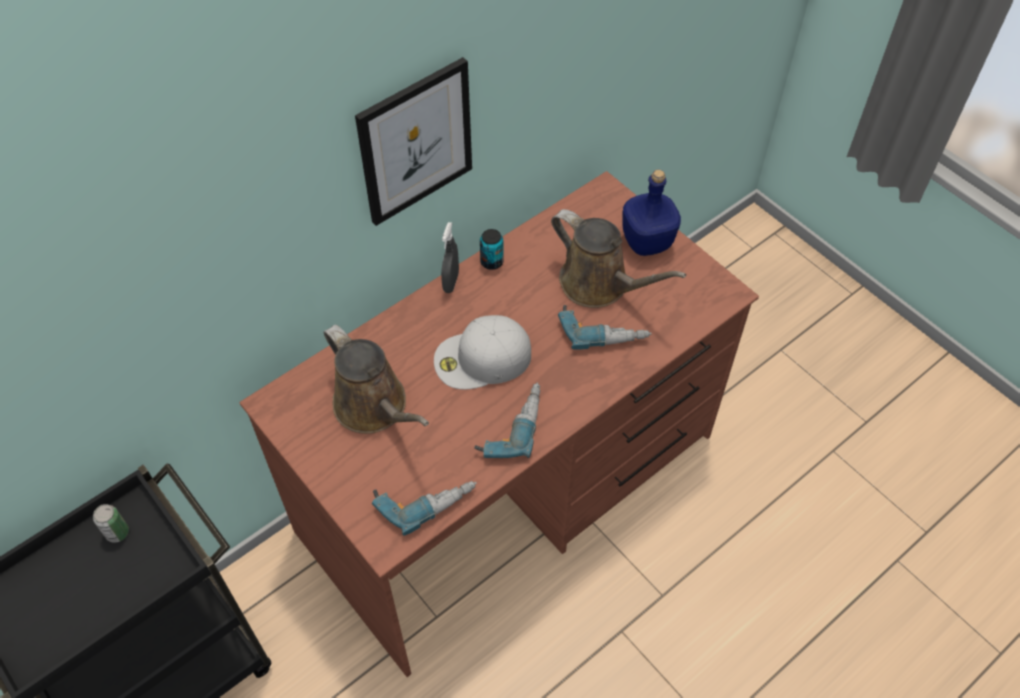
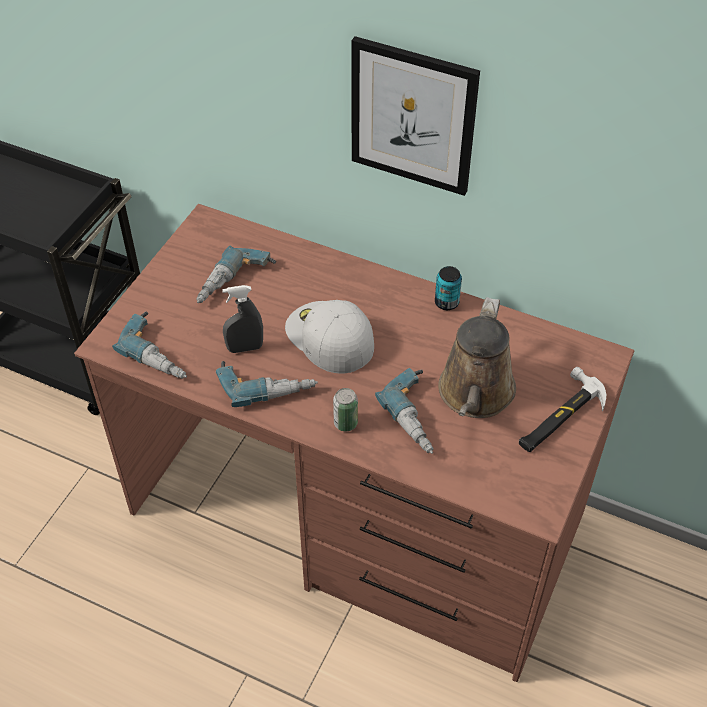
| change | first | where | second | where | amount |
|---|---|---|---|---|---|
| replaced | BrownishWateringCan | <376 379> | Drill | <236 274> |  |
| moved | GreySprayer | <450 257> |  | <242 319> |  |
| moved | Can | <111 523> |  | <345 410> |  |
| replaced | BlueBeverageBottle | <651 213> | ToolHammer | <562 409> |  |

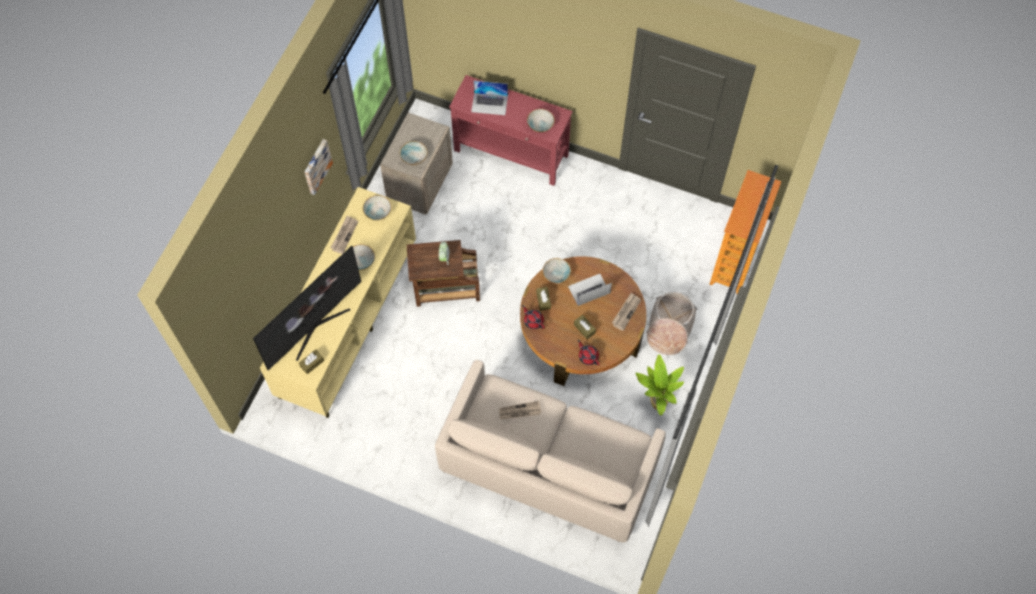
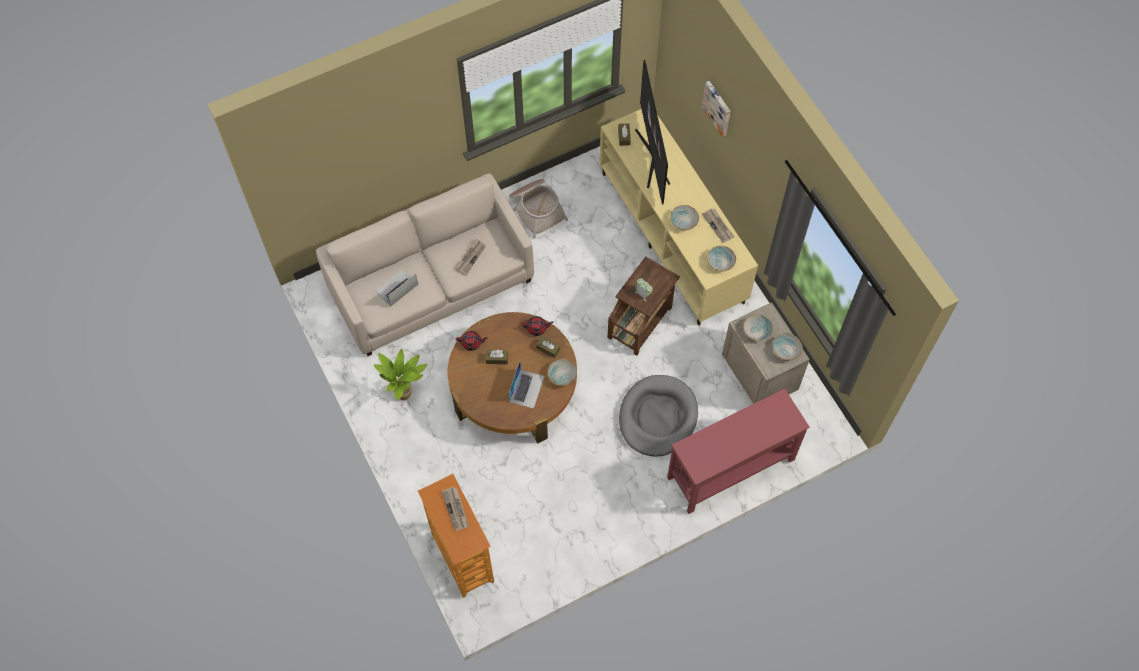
| change | first | where | second | where | amount |
|---|---|---|---|---|---|
| moved | Laptop | <489 97> |  | <396 287> |  |
| moved | DailyPaper | <626 312> |  | <455 509> |  |
| moved | HouseholdBasket | <671 323> |  | <538 209> |  |
| added |  |  | GreyDogBed | <658 416> |  |
| moved | WallArt | <319 167> |  | <716 109> |  |
| moved | ServingBowl | <541 120> |  | <787 346> |  |

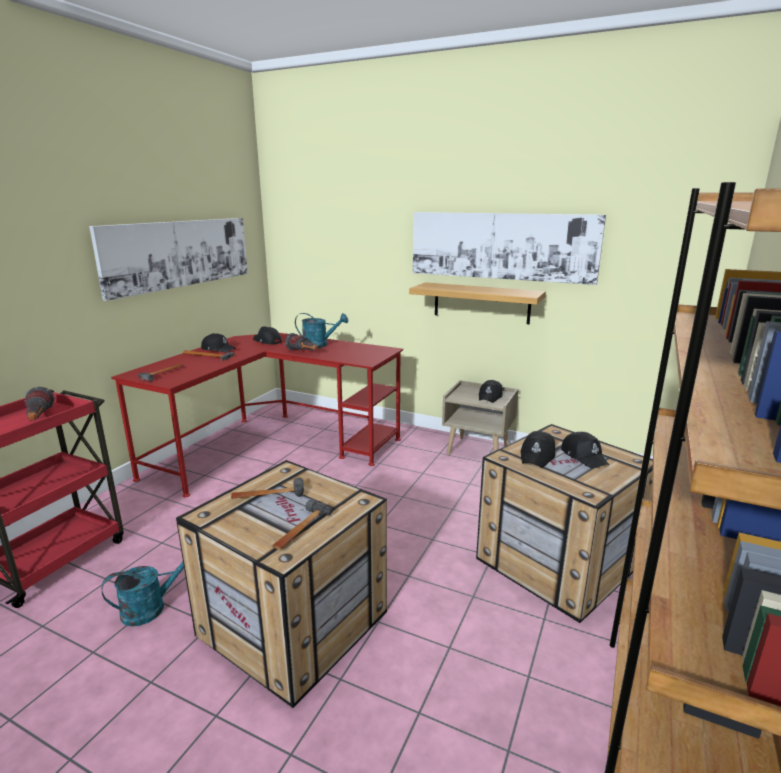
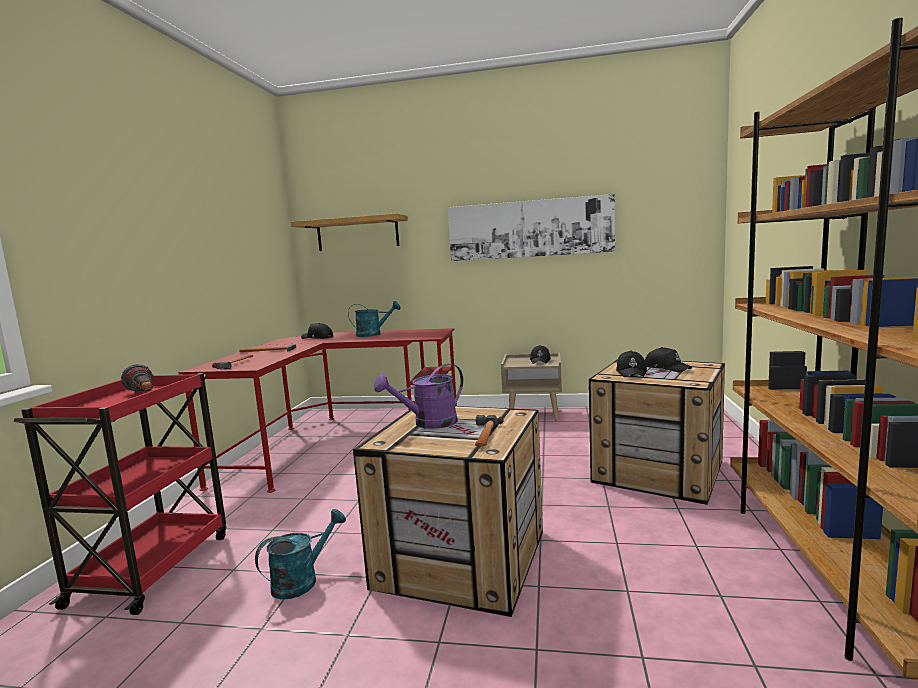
| change | first | where | second | where | amount |
|---|---|---|---|---|---|
| moved | WallShelf | <477 303> |  | <349 232> |  |
| replaced | ToolHammer | <267 488> | PurpleColouredWateringCan | <418 396> |  |
| removed | WallArt | <168 259> |  |  |  |
| removed | BlackColouredBaseballCap | <218 343> |  |  |  |
| removed | Torch | <301 341> |  |  |  |

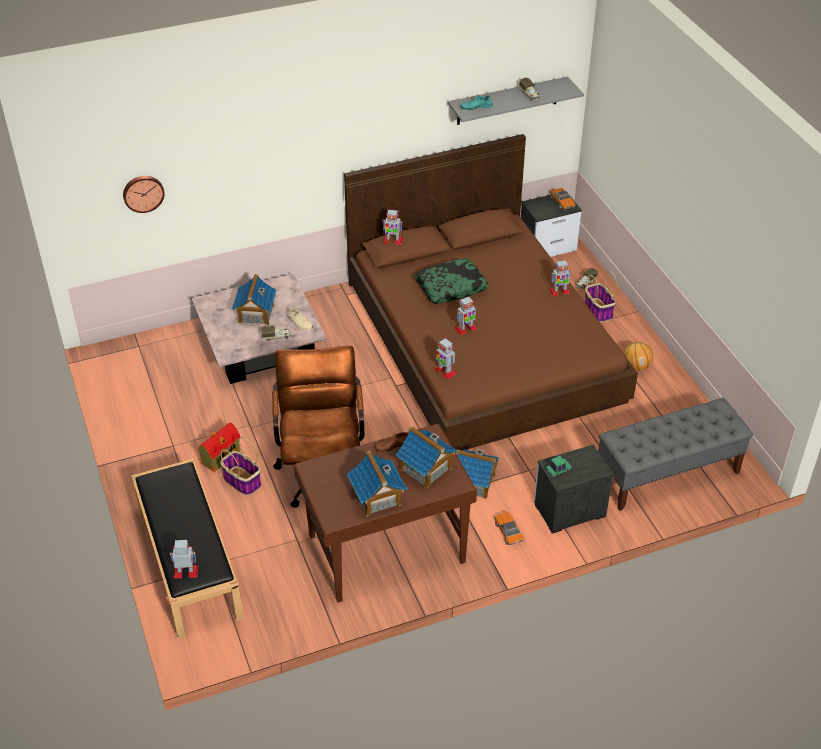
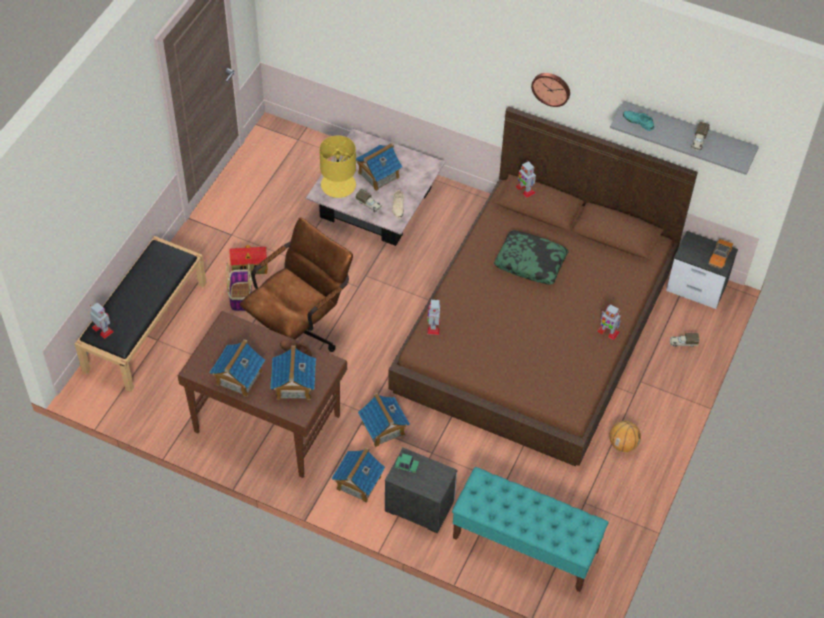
| change | first | where | second | where | amount |
|---|---|---|---|---|---|
| added |  |  | YellowTabletopLamp | <337 166> |  |
| replaced | MiniatureCar | <509 528> | MiniatureHouse | <358 475> |  |
| recoloured | GreyIndoorBench | <675 454> | TurquoiseColouredIndoorBench | <530 529> |  |
| moved | WallClock | <144 194> |  | <550 90> |  |
| removed | ToyRobot | <466 315> |  |  |  |
| removed | HouseholdBasket | <601 296> |  |  |  |

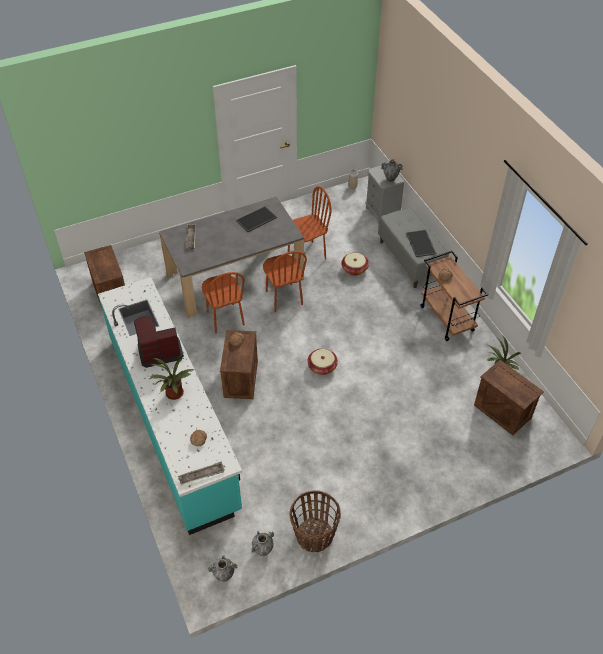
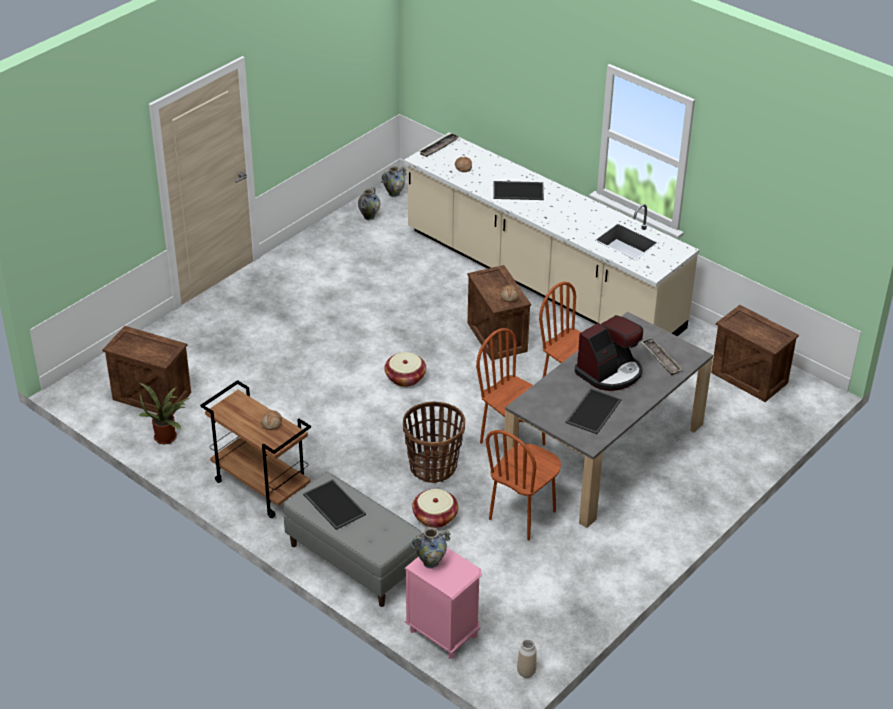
| change | first | where | second | where | amount |
|---|---|---|---|---|---|
| moved | HouseholdBasket | <315 521> |  | <434 442> |  |
| recoloured | TurquoiseColouredCounter | <170 406> | BeigeCounter | <551 234> |  |
| recoloured | GreyBedsideTable | <385 195> | PinkColouredBedsideTable | <443 603> |  |
| replaced | Houseplant | <172 379> | Tray | <518 190> |  |
| moved | CoffeeMaker | <159 342> |  | <609 353> |  |

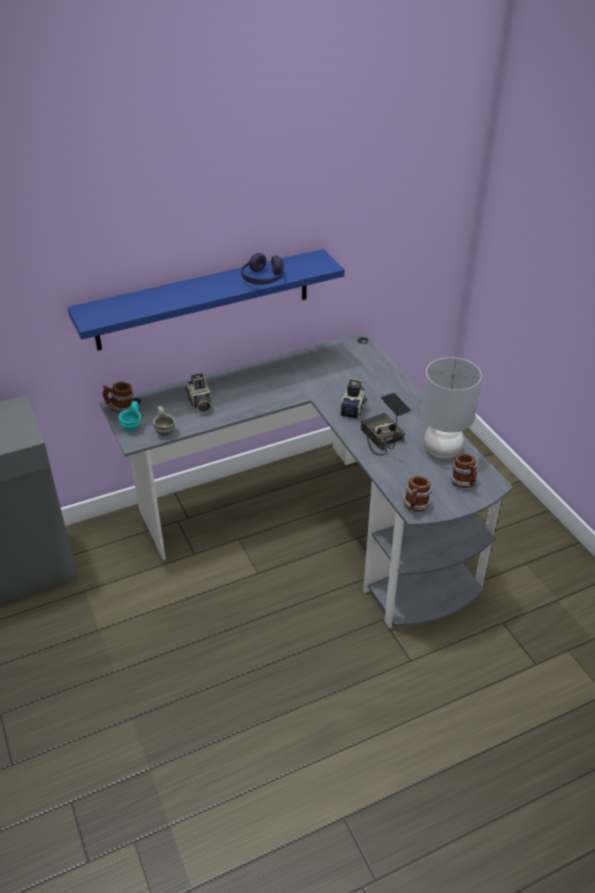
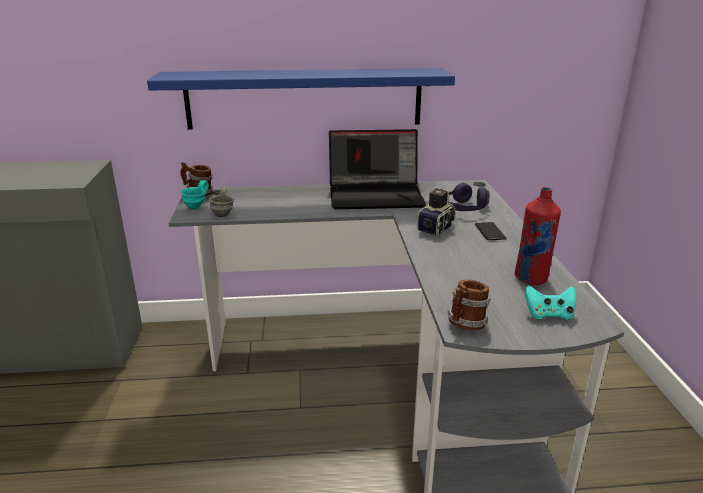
| change | first | where | second | where | amount |
|---|---|---|---|---|---|
| added |  |  | Laptop | <377 169> |  |
| moved | PurpleColouredHeadphones | <262 269> |  | <468 197> |  |
| replaced | GreyTabletopLamp | <451 408> | ReddishBeverageBottle | <537 236> |  |
| replaced | Mug | <464 470> | TurquoiseColouredGamepad | <550 303> |  |
| removed | StillCamera | <198 393> |  |  |  |
| removed | RadioSet | <383 428> |  |  |  |

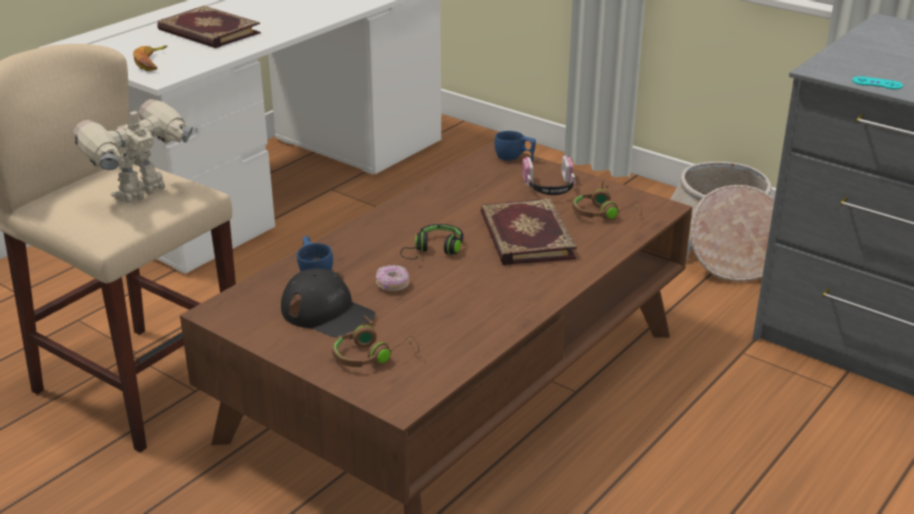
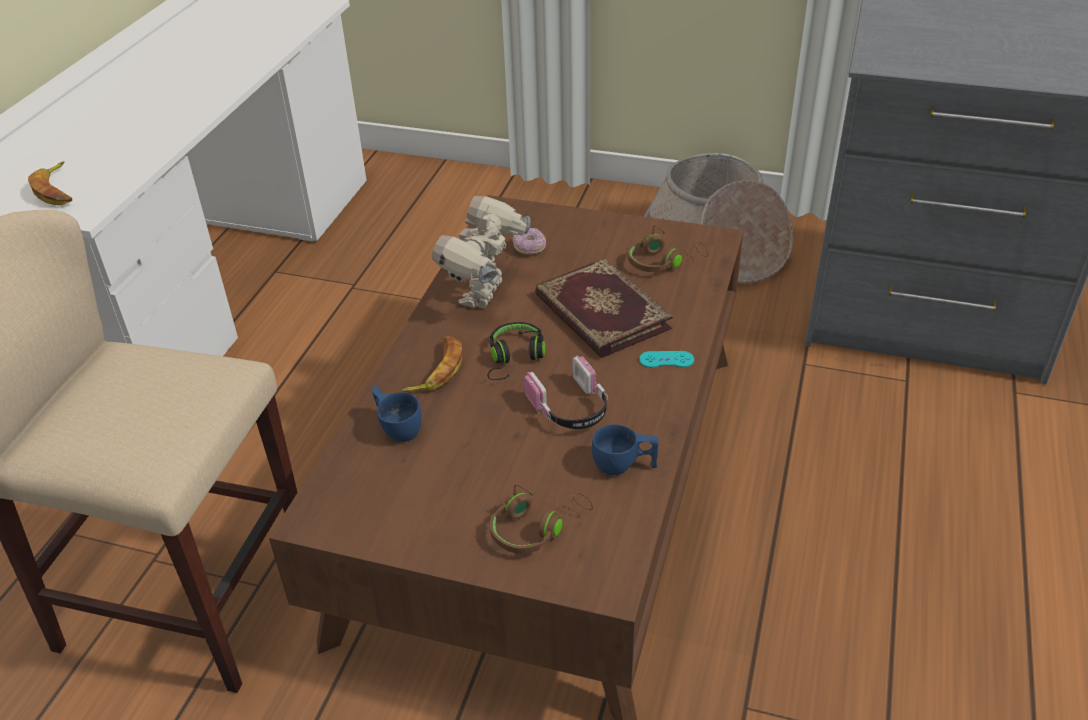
| change | first | where | second | where | amount |
|---|---|---|---|---|---|
| added |  |  | Banana | <432 364> |  |
| moved | ToyRobot | <133 151> |  | <481 252> |  |
| moved | Donut | <393 278> |  | <529 241> |  |
| moved | Headphones | <549 175> |  | <565 392> |  |
| moved | BlueCup | <515 146> |  | <625 449> |  |
| moved | TurquoiseColouredGamepad | <877 83> |  | <666 359> |  |
| removed | Volume | <209 27> |  |  |  |
| removed | BlackColouredBaseballCap | <328 302> |  |  |  |

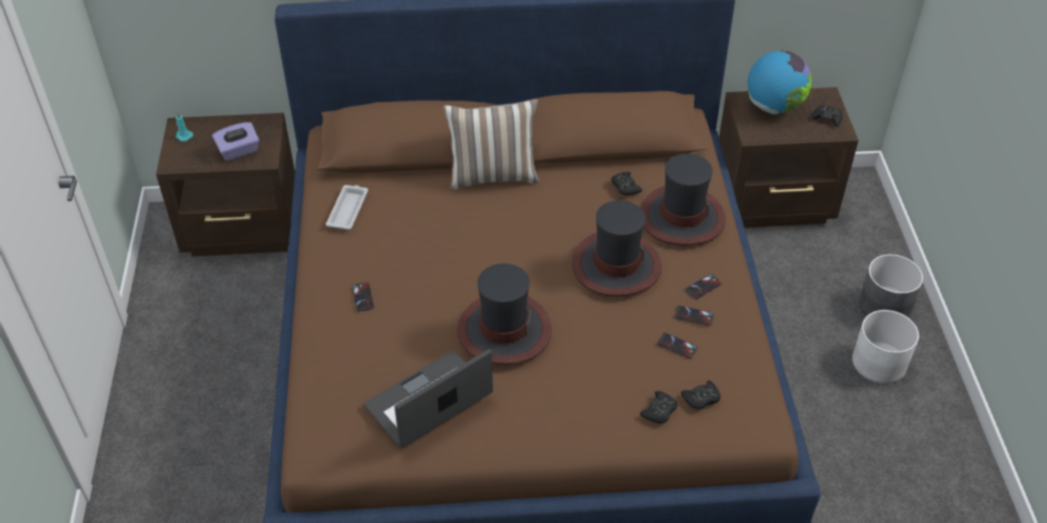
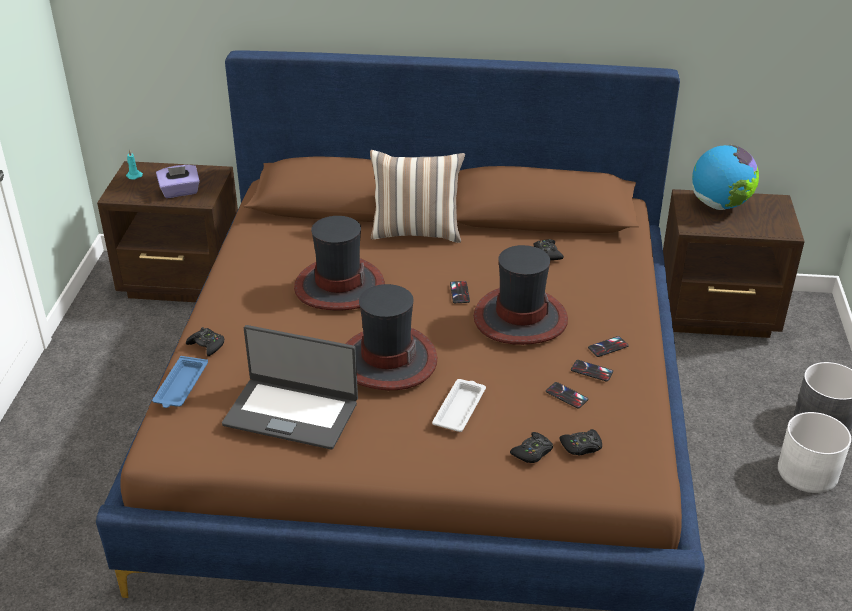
| change | first | where | second | where | amount |
|---|---|---|---|---|---|
| added |  |  | BlueTray | <180 382> |  |
| moved | BlackColouredGamepad | <827 115> |  | <205 341> |  |
| turned | Laptop | <428 398> |  | <290 387> | 135 degrees counterclockwise |
| moved | ClothingHat | <683 200> |  | <339 263> |  |
| moved | WhiteTray | <347 207> |  | <459 405> |  |
| moved | Phone | <363 297> |  | <460 292> |  |

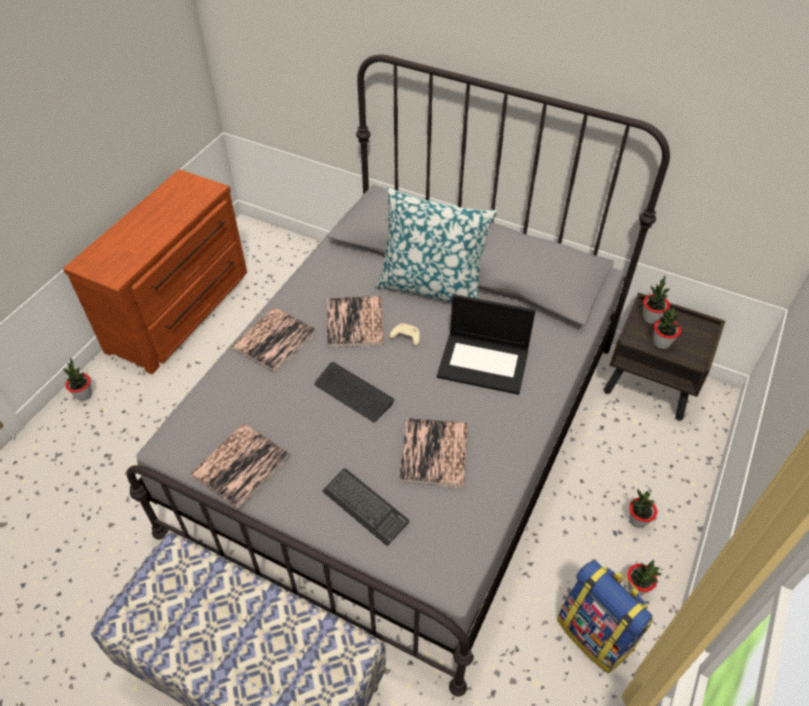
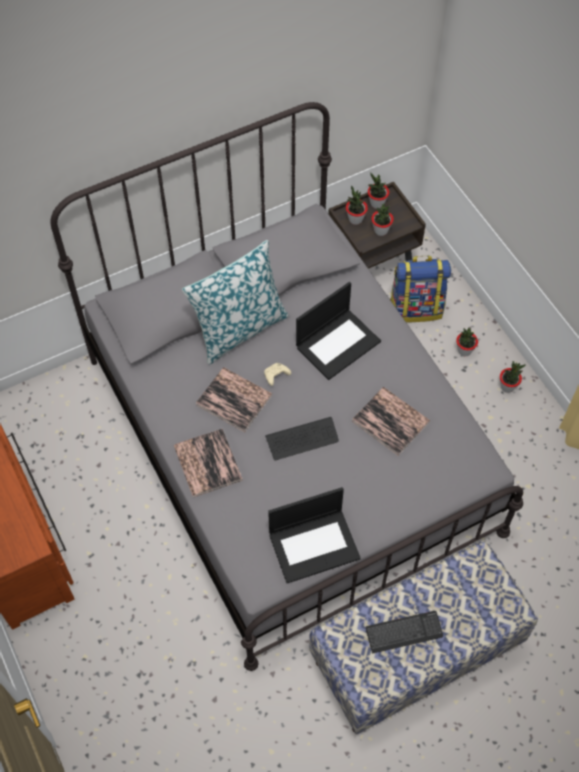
| change | first | where | second | where | amount |
|---|---|---|---|---|---|
| replaced | Volume | <240 466> | Laptop | <314 535> |  |
| moved | Keyboard | <365 507> |  | <404 632> |  |
| moved | Houseplant | <77 379> |  | <378 191> |  |
| moved | Knapsack | <605 616> |  | <420 289> |  |

